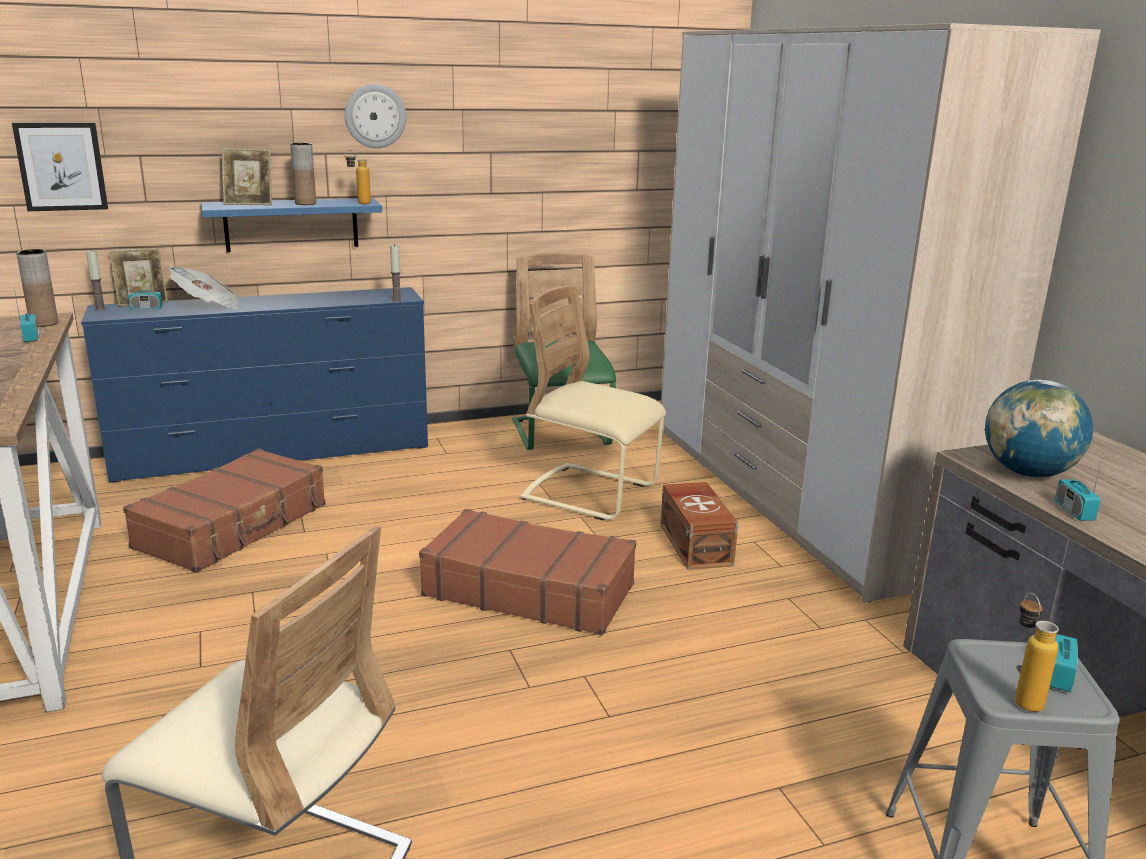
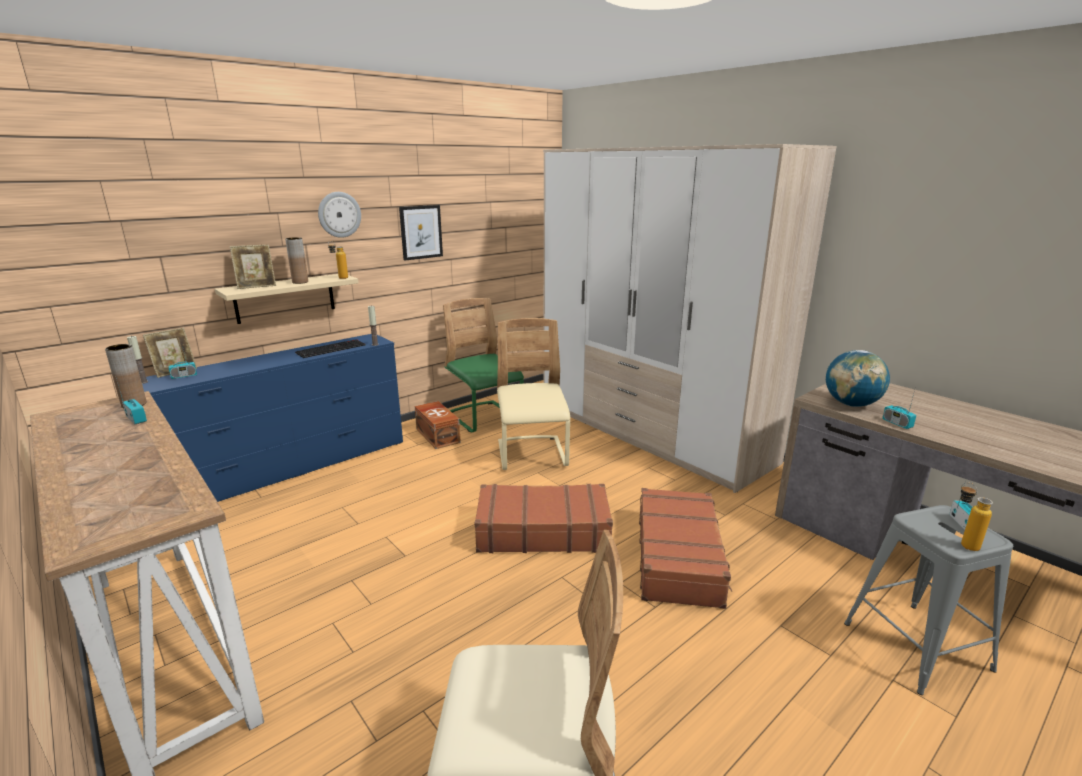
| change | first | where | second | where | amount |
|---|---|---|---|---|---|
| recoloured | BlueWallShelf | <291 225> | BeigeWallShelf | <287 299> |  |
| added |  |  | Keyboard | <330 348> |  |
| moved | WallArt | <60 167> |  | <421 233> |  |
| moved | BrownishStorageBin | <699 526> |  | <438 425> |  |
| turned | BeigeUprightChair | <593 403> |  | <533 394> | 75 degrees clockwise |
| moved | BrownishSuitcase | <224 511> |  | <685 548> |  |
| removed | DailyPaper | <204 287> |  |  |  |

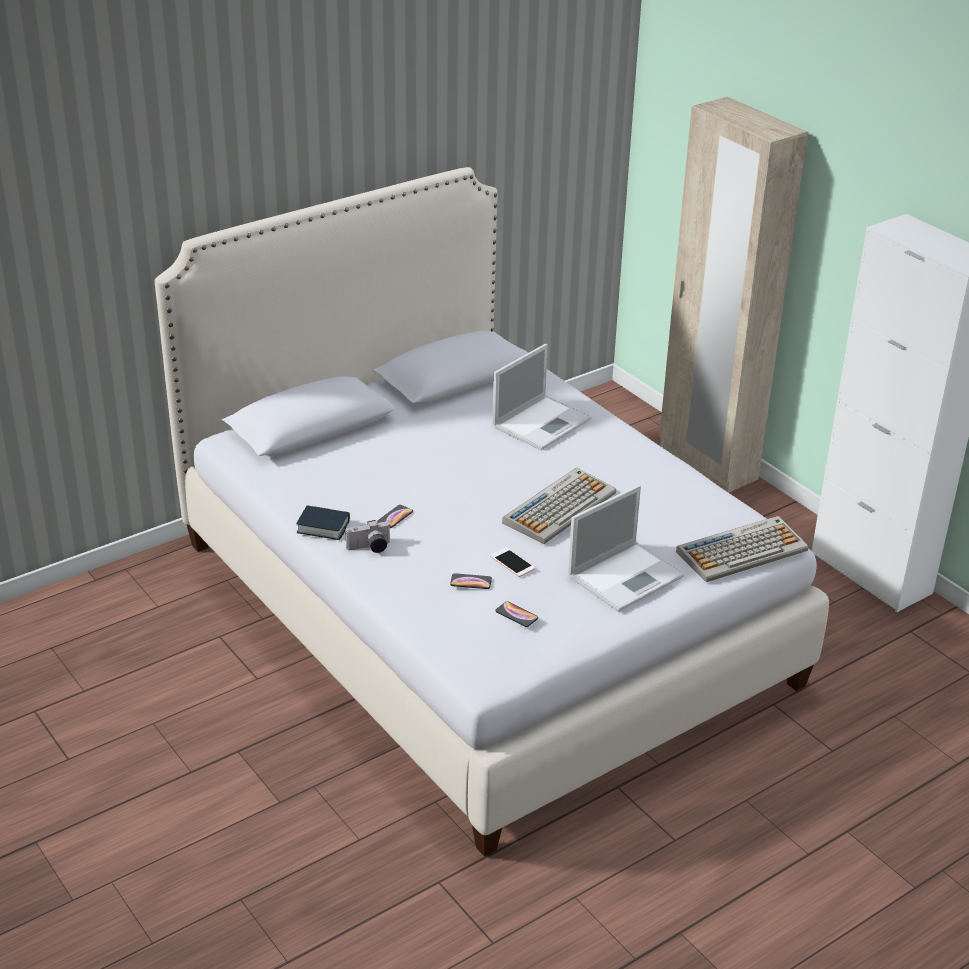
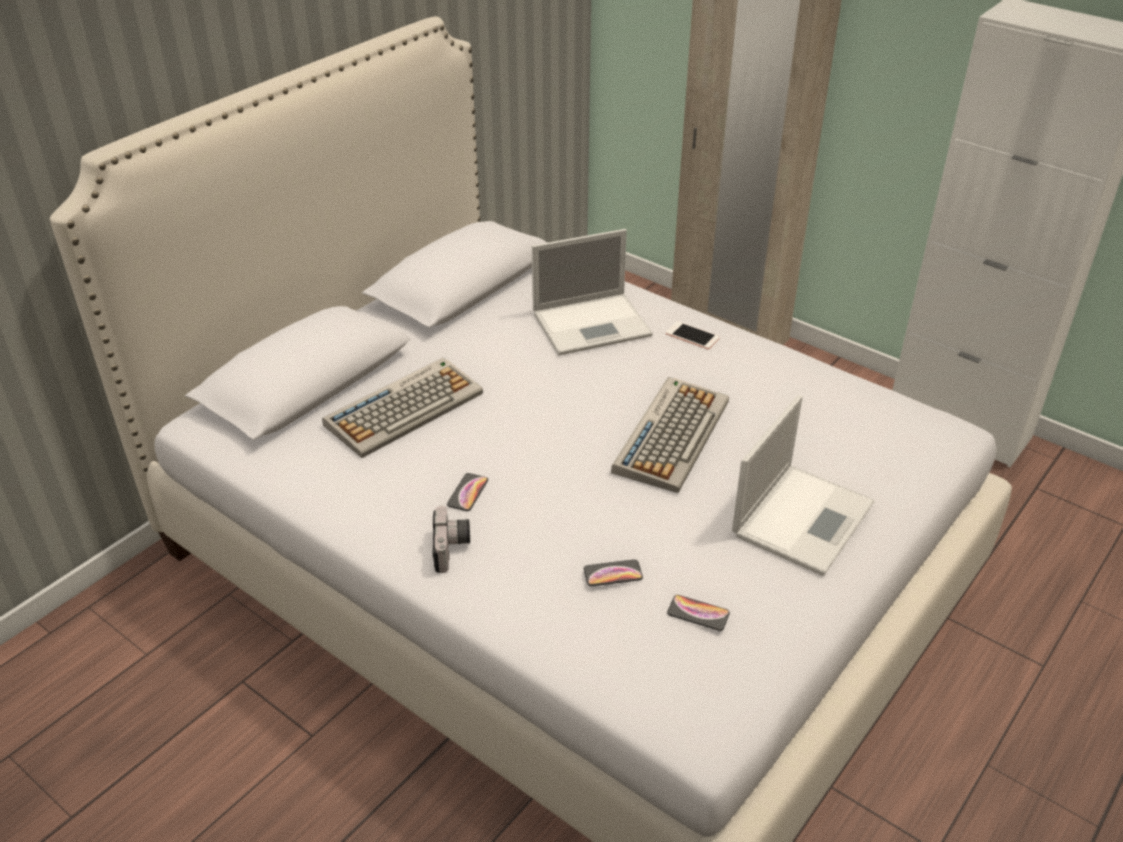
| change | first | where | second | where | amount |
|---|---|---|---|---|---|
| moved | Keyboard | <742 549> |  | <402 407> |  |
| turned | StillCamera | <367 536> |  | <451 539> | 60 degrees counterclockwise |
| turned | Laptop | <542 397> |  | <592 292> | 45 degrees clockwise |
| moved | Phone | <512 562> |  | <693 335> |  |
| removed | Volume | <323 523> |  |  |  |

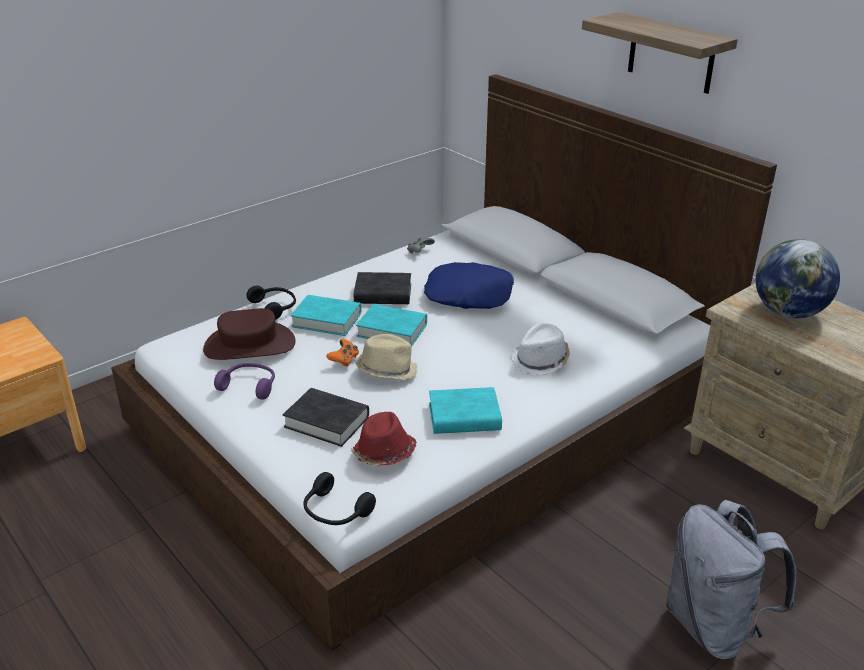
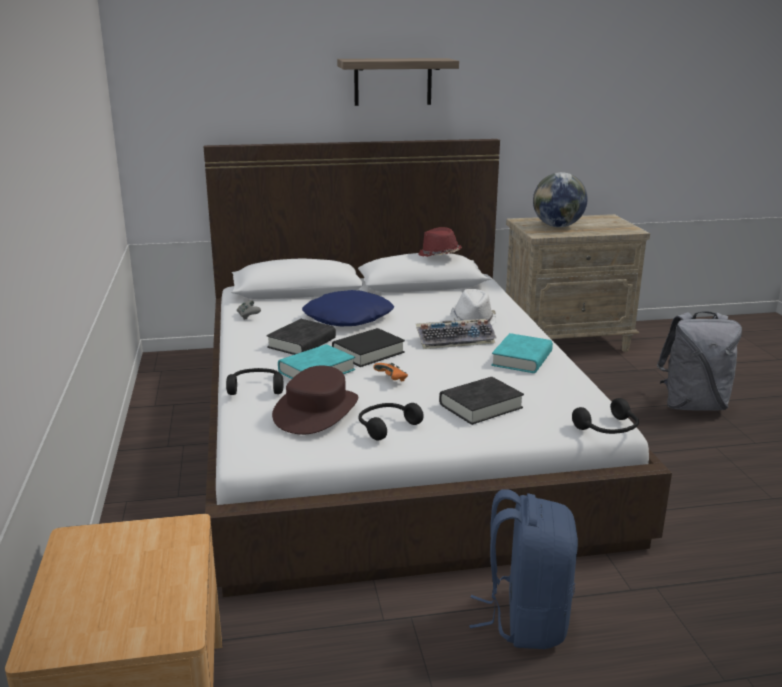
| change | first | where | second | where | amount |
|---|---|---|---|---|---|
| recoloured | TurquoiseColouredVolume | <391 325> | BlackColouredVolume | <368 347> |  |
| recoloured | PurpleColouredHeadphones | <244 381> | BlackColouredHeadphones | <391 421> |  |
| added |  |  | Keyboard | <456 334> |  |
| moved | ReddishClothingHat | <384 439> |  | <440 242> |  |
| added |  |  | BlueKnapsack | <523 569> |  |
| removed | BeigeClothingHat | <386 356> |  |  |  |

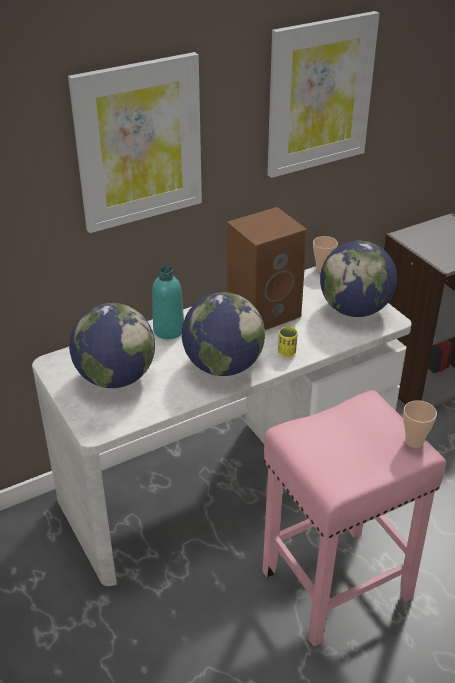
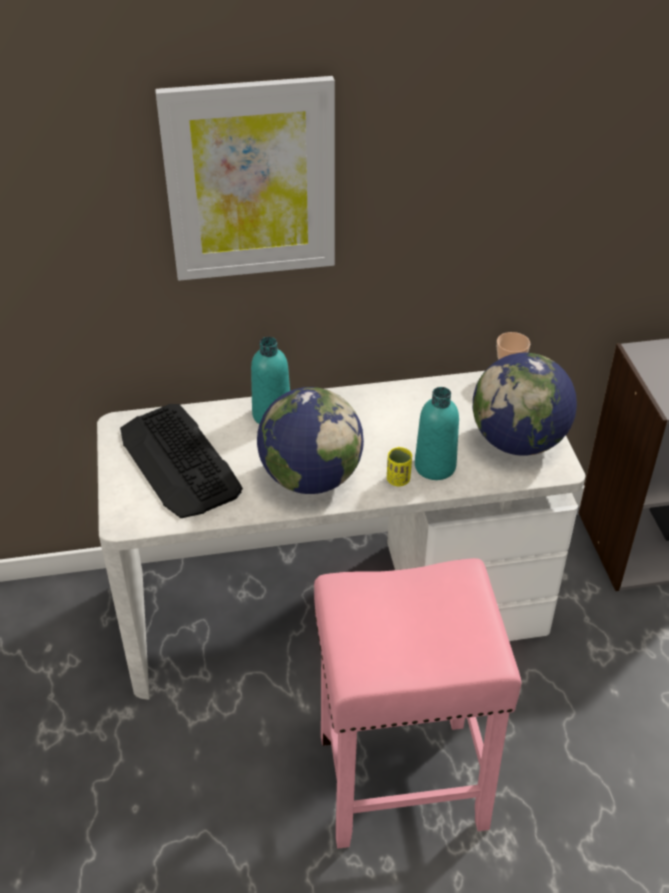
| change | first | where | second | where | amount |
|---|---|---|---|---|---|
| replaced | DeskGlobe | <112 345> | Keyboard | <181 461> |  |
| added |  |  | TurquoiseColouredBeverageBottle | <437 433> |  |
| removed | BrownishLoudspeaker | <267 268> |  |  |  |
| removed | WallArt | <323 94> |  |  |  |
| removed | Cup | <420 424> |  |  |  |

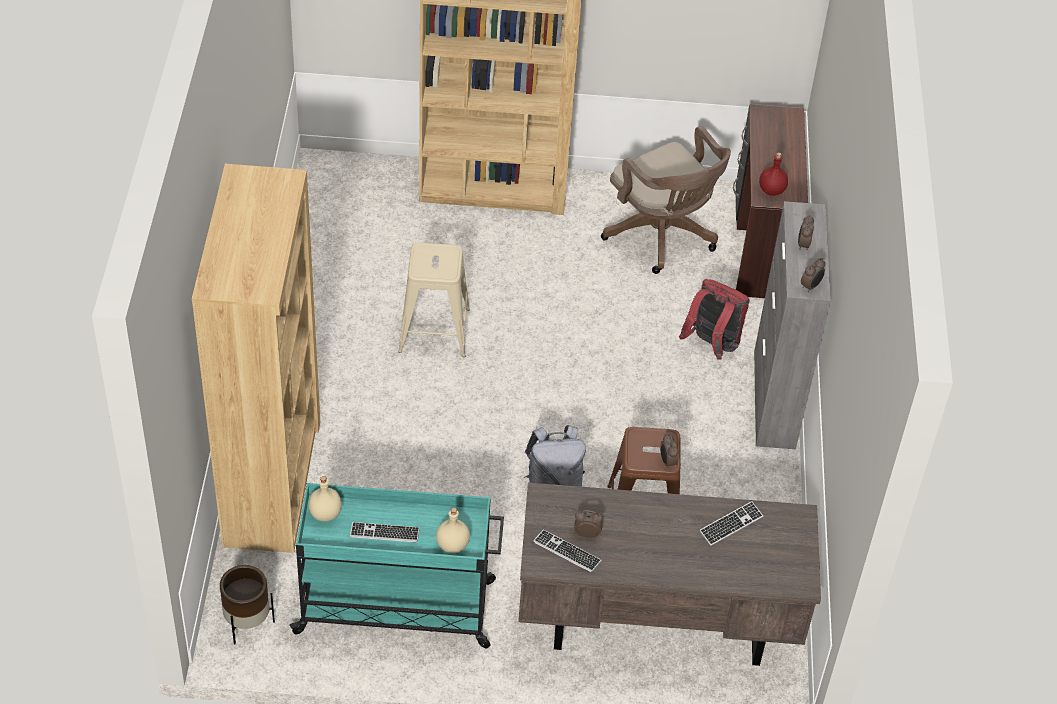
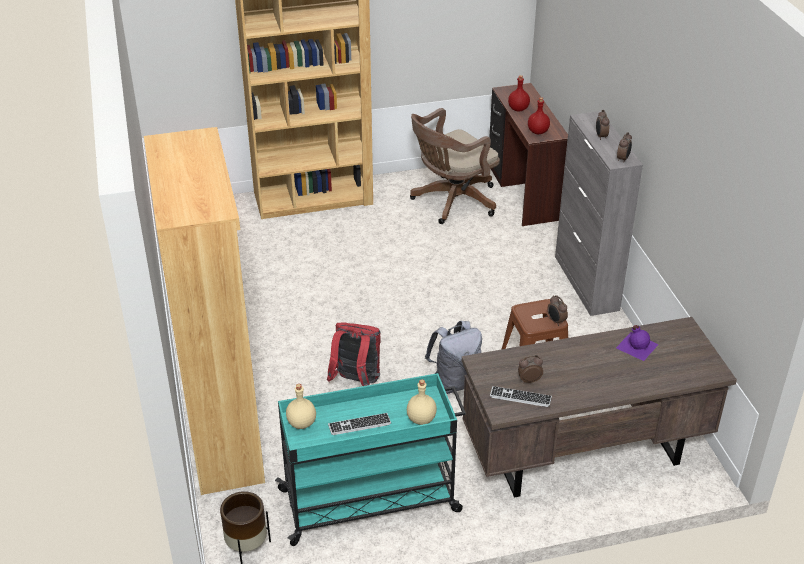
| change | first | where | second | where | amount |
|---|---|---|---|---|---|
| moved | ReddishKnapsack | <714 319> |  | <354 354> |  |
| turned | BrownishComputerChair | <666 200> |  | <455 166> | 105 degrees clockwise |
| added |  |  | ReddishBeverageBottle | <519 93> |  |
| replaced | Keyboard | <731 523> | PurpleColouredBeverageBottle | <637 343> |  |
| removed | BeigeStoolSeat | <434 300> |  |  |  |

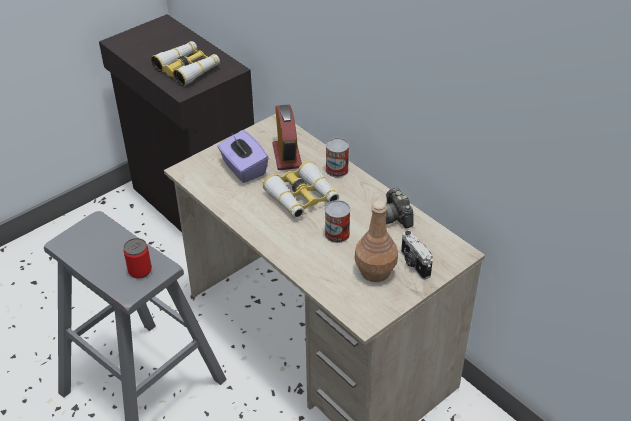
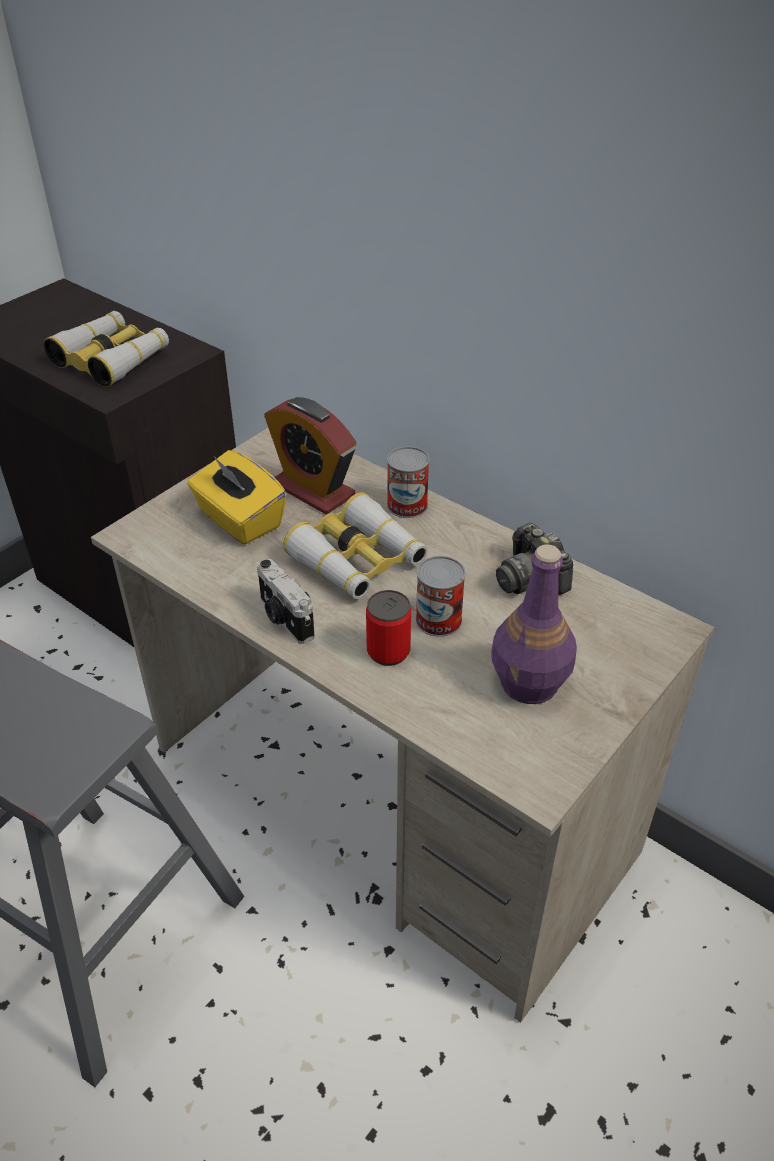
| change | first | where | second | where | amount |
|---|---|---|---|---|---|
| recoloured | PurpleColouredTissueHolder | <242 156> | YellowTissueHolder | <237 497> |  |
| moved | StillCamera | <417 255> |  | <286 601> |  |
| turned | TableClock | <287 137> |  | <310 456> | 150 degrees clockwise |
| moved | Can | <137 258> |  | <388 628> |  |
| recoloured | BrownishBeverageBottle | <376 241> | PurpleColouredBeverageBottle | <534 624> |  |

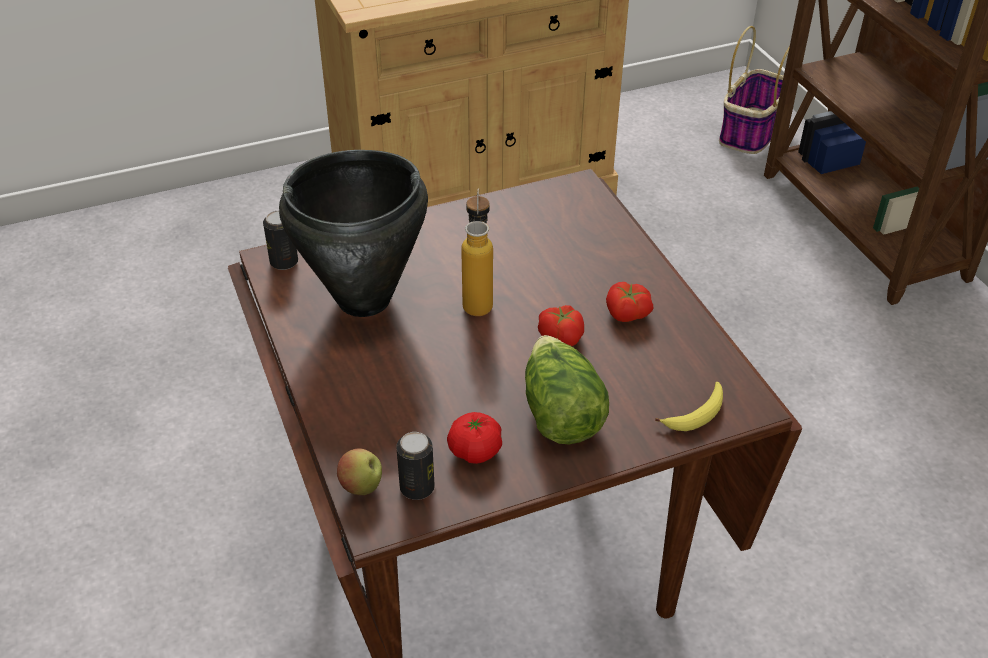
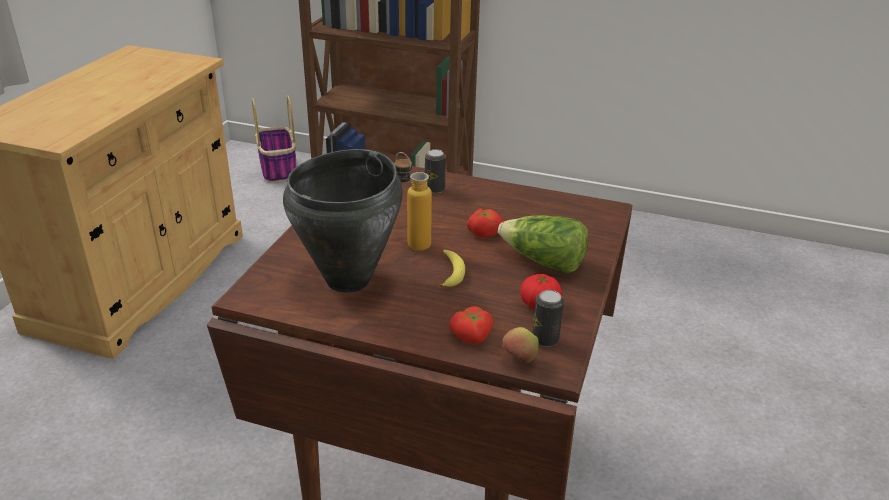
| change | first | where | second | where | amount |
|---|---|---|---|---|---|
| moved | Can | <280 240> |  | <435 171> |  |
| moved | Banana | <689 406> |  | <452 268> |  |
| moved | Tomato | <630 302> |  | <471 325> |  |

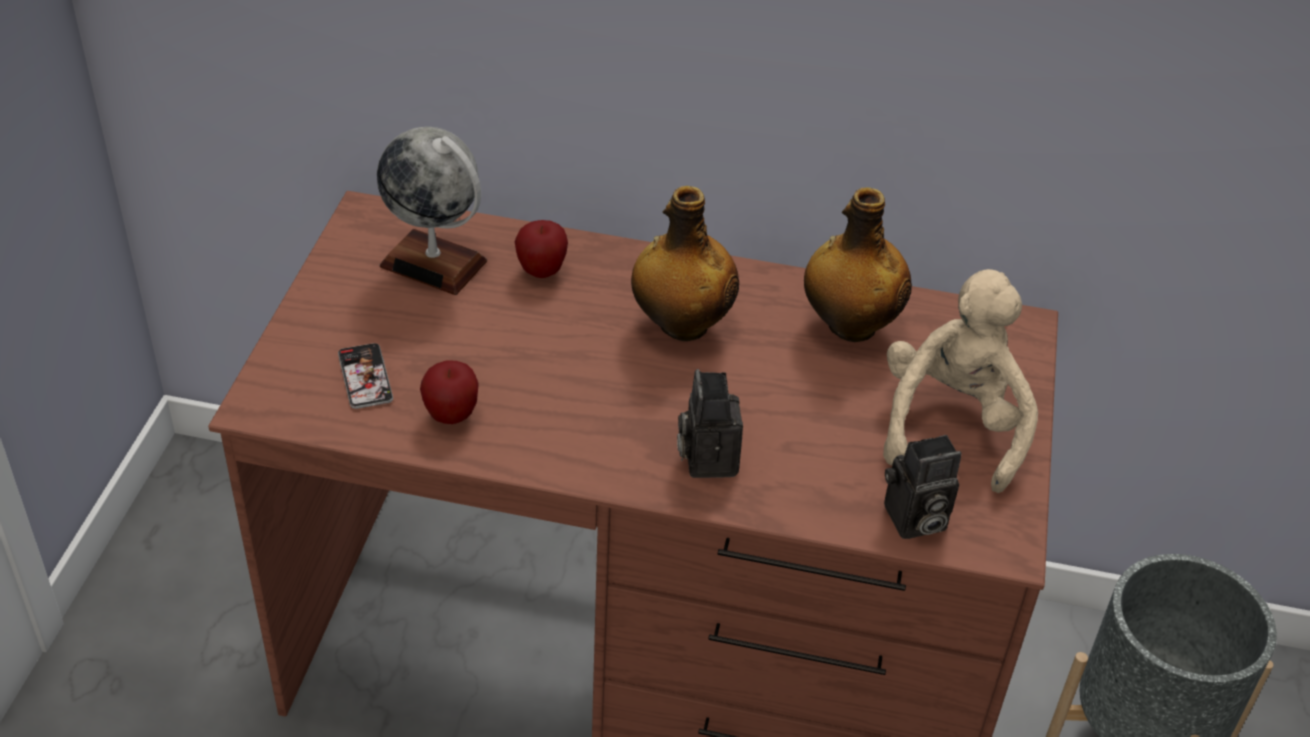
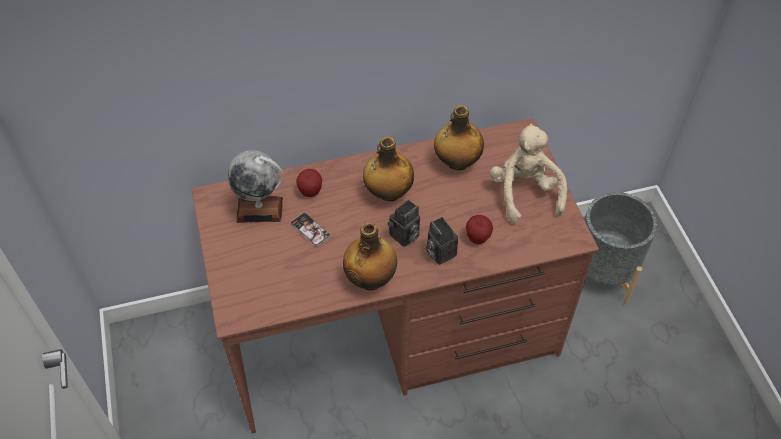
| change | first | where | second | where | amount |
|---|---|---|---|---|---|
| moved | Phone | <365 376> |  | <310 230> |  |
| added |  |  | BeverageBottle | <370 256> |  |
| moved | StillCamera | <922 487> |  | <404 223> |  |
| moved | WholeApple | <449 392> |  | <479 229> |  |

